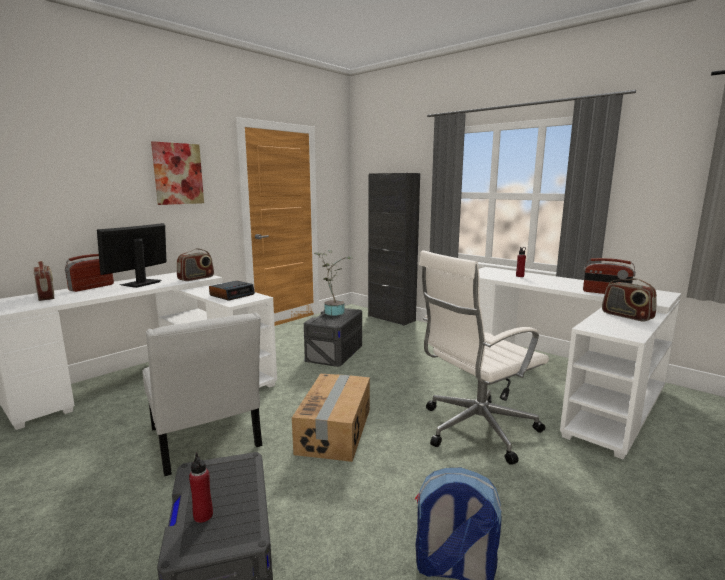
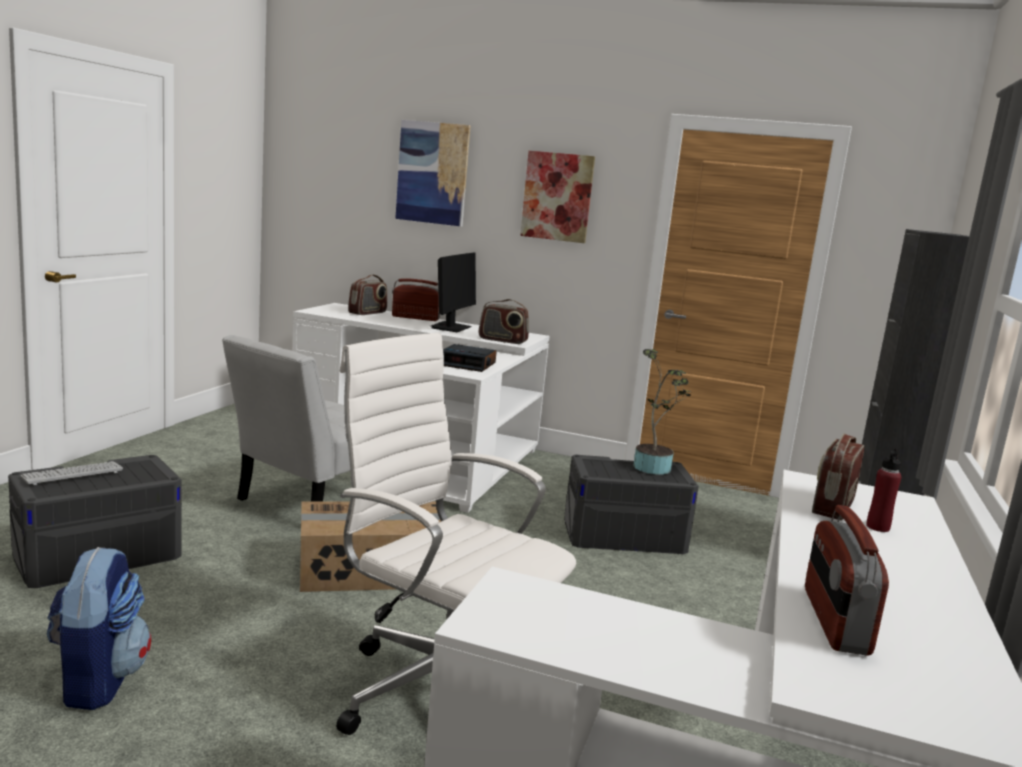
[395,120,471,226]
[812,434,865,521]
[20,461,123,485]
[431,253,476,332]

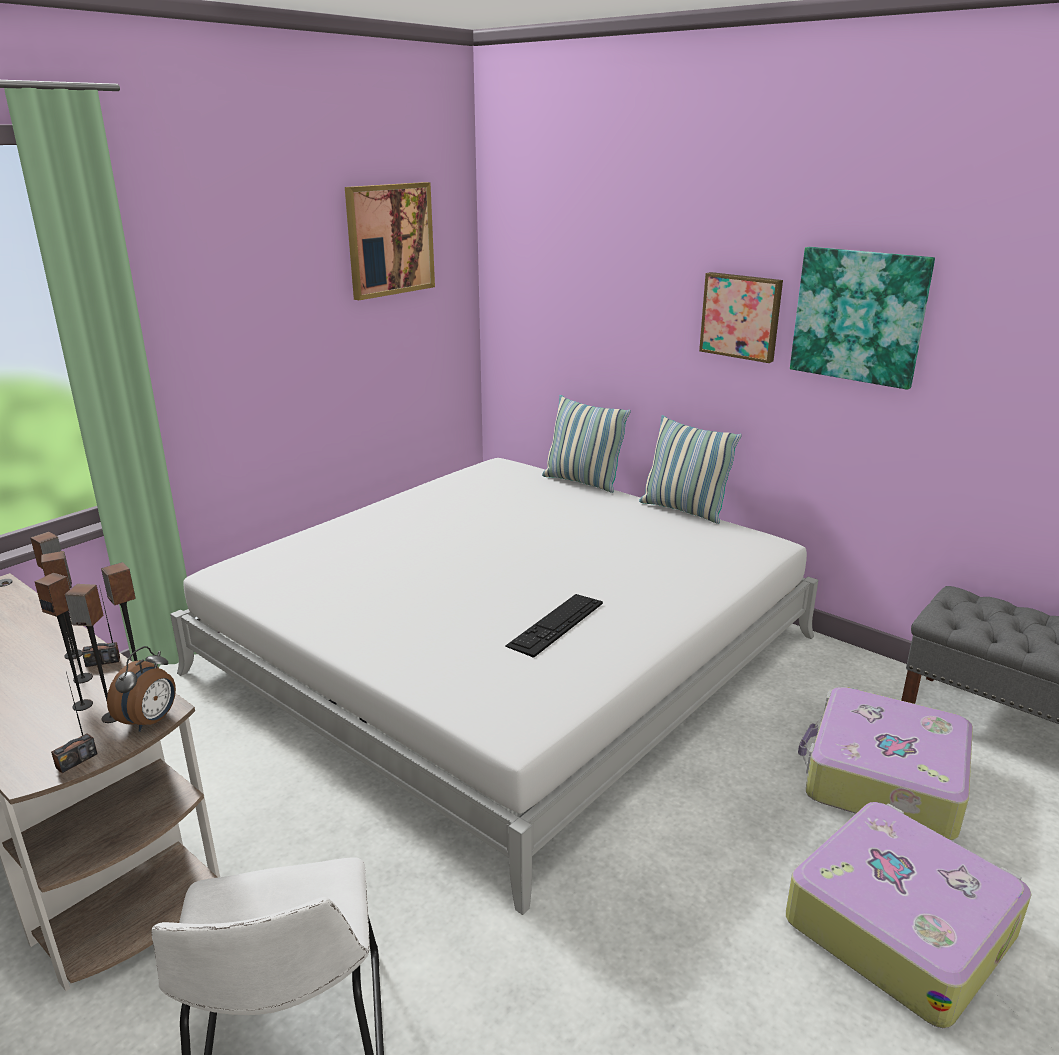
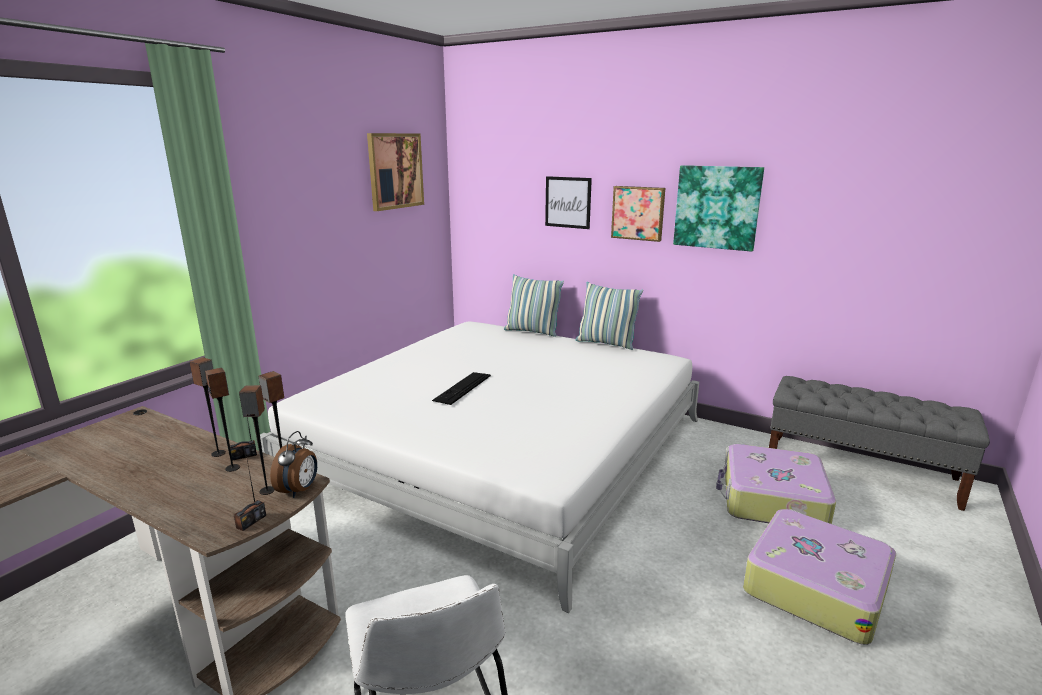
[35,573,93,711] (first image)
[545,176,592,229]
[432,372,491,405]

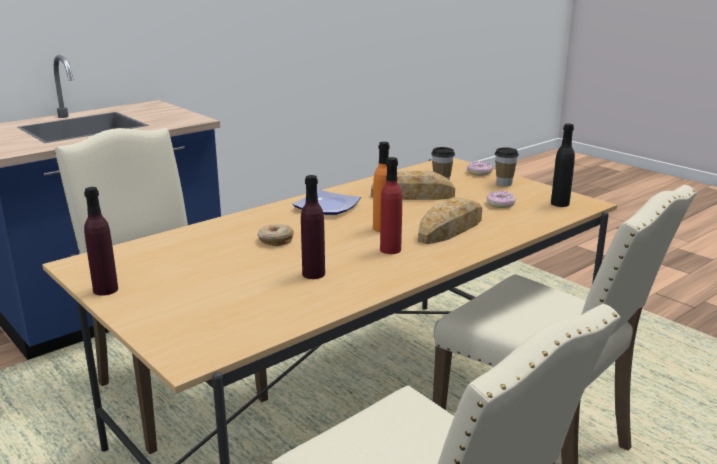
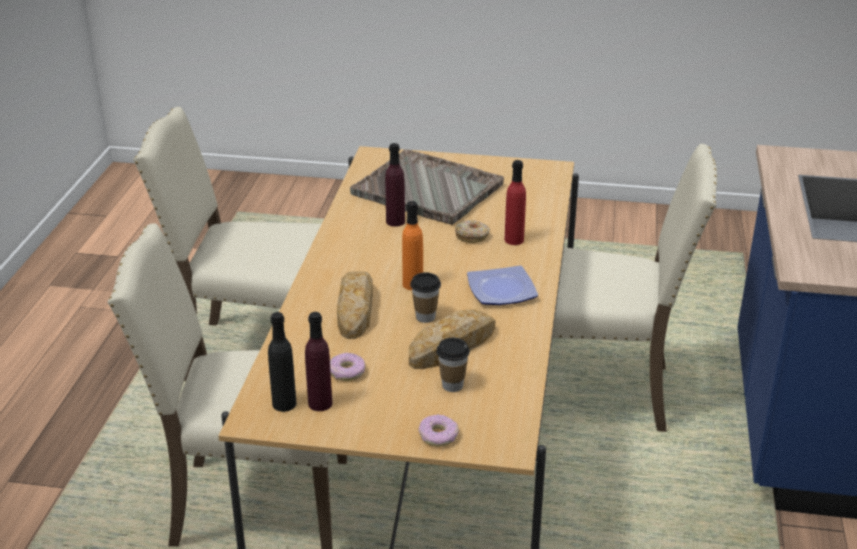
[350,149,504,225]
[305,312,332,411]
[505,160,526,245]
[410,272,441,323]

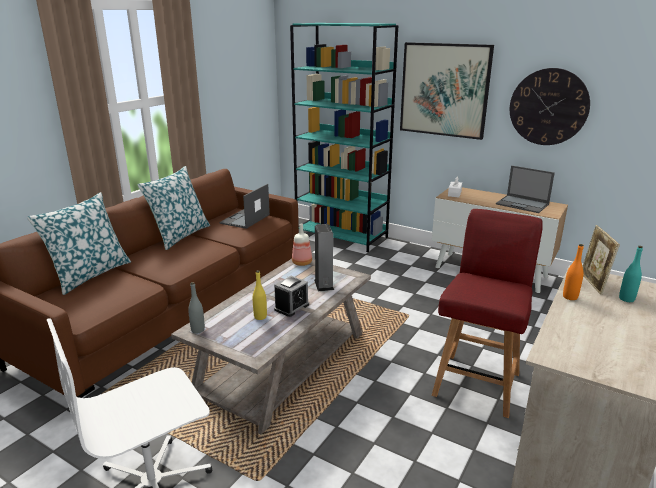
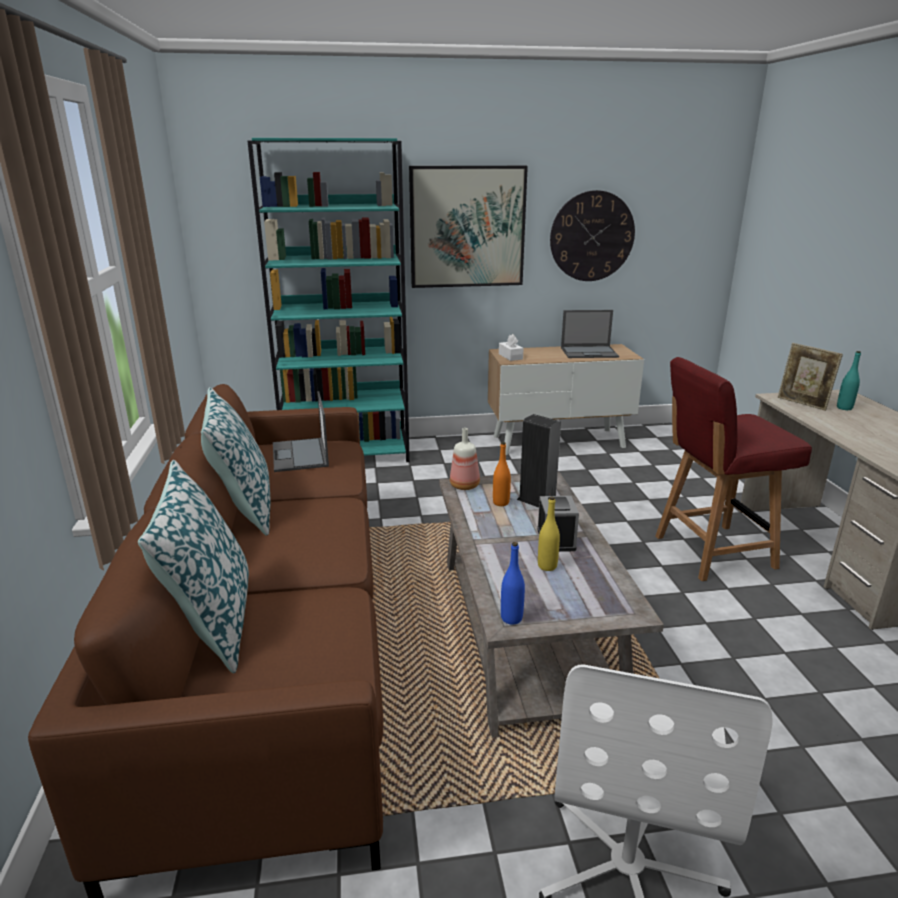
[493,442,511,506]
[501,542,525,625]
[655,357,812,581]

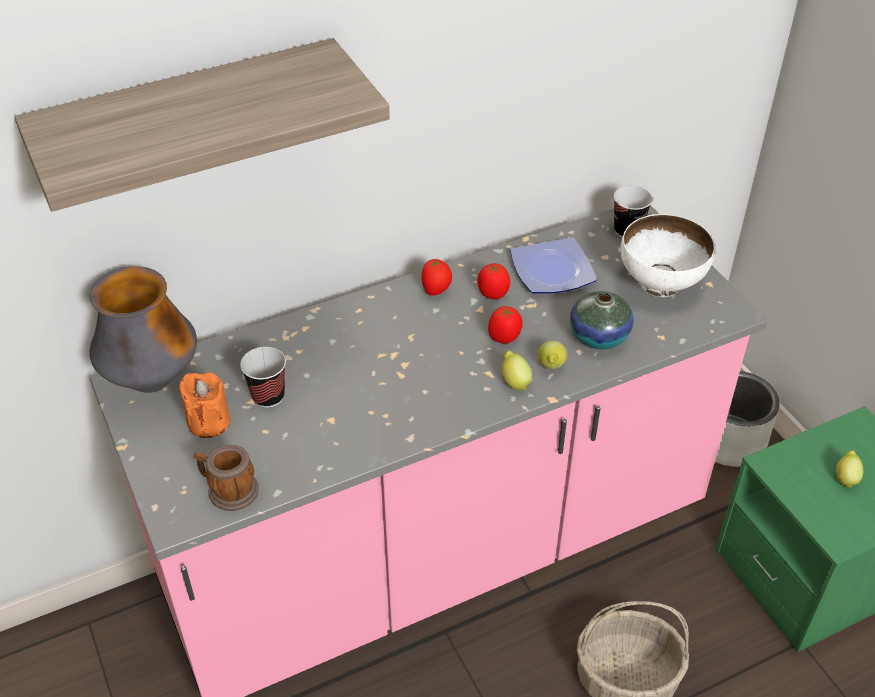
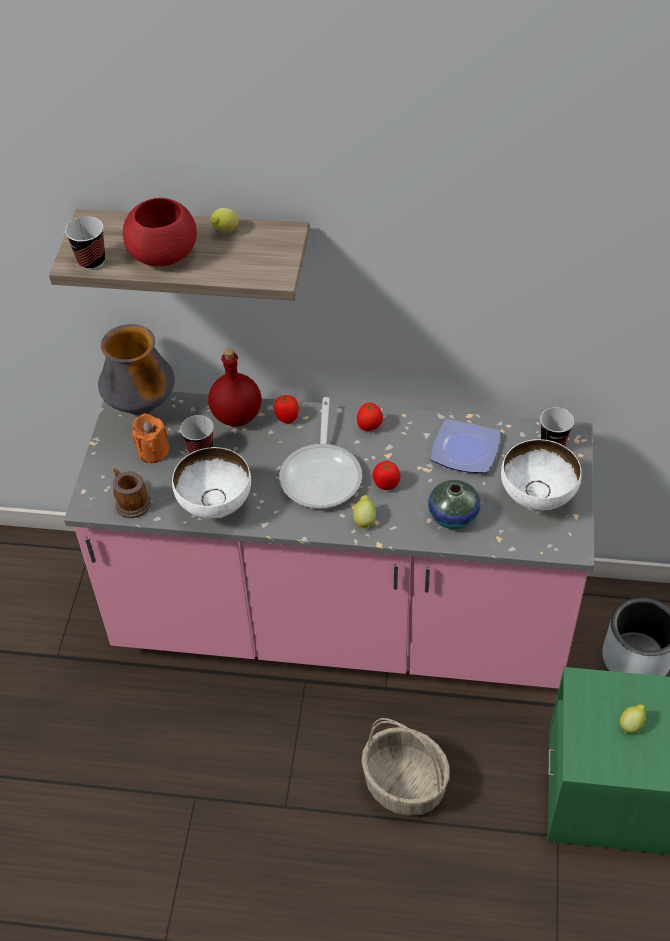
[65,216,105,270]
[123,198,197,266]
[172,447,251,519]
[208,348,261,427]
[279,397,362,509]
[274,395,299,424]
[211,208,239,233]

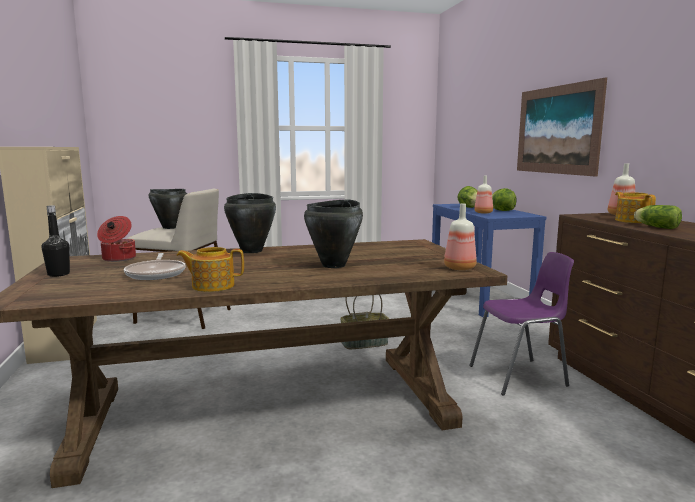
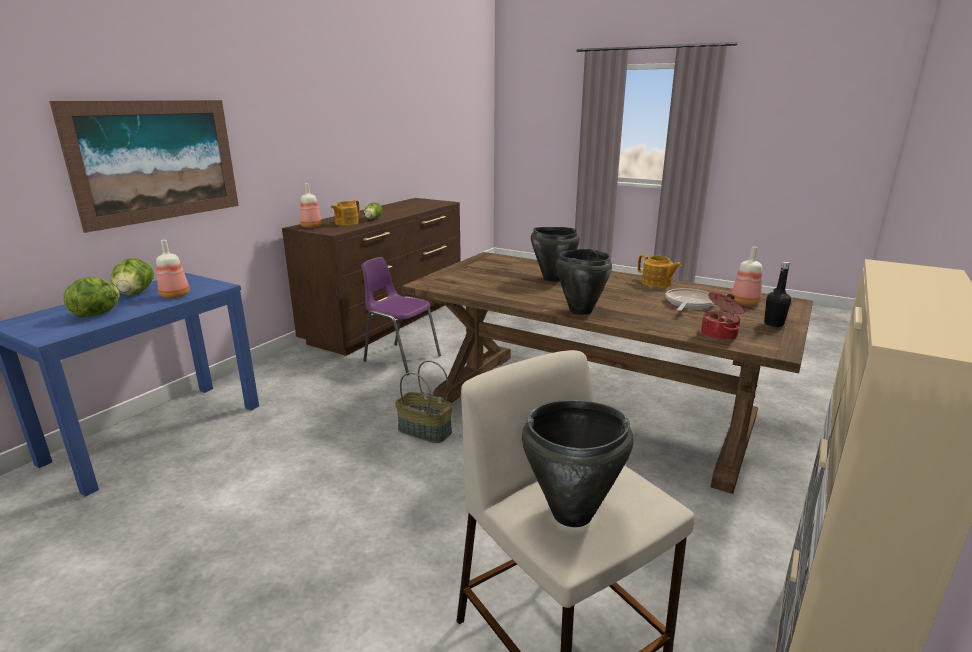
[731,247,762,306]

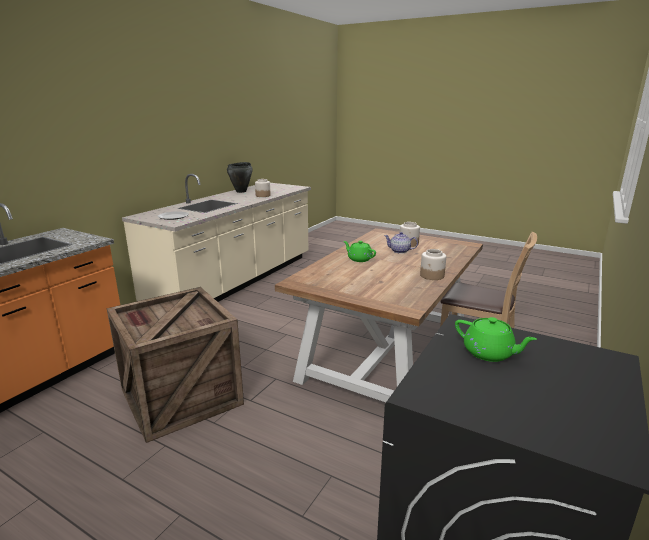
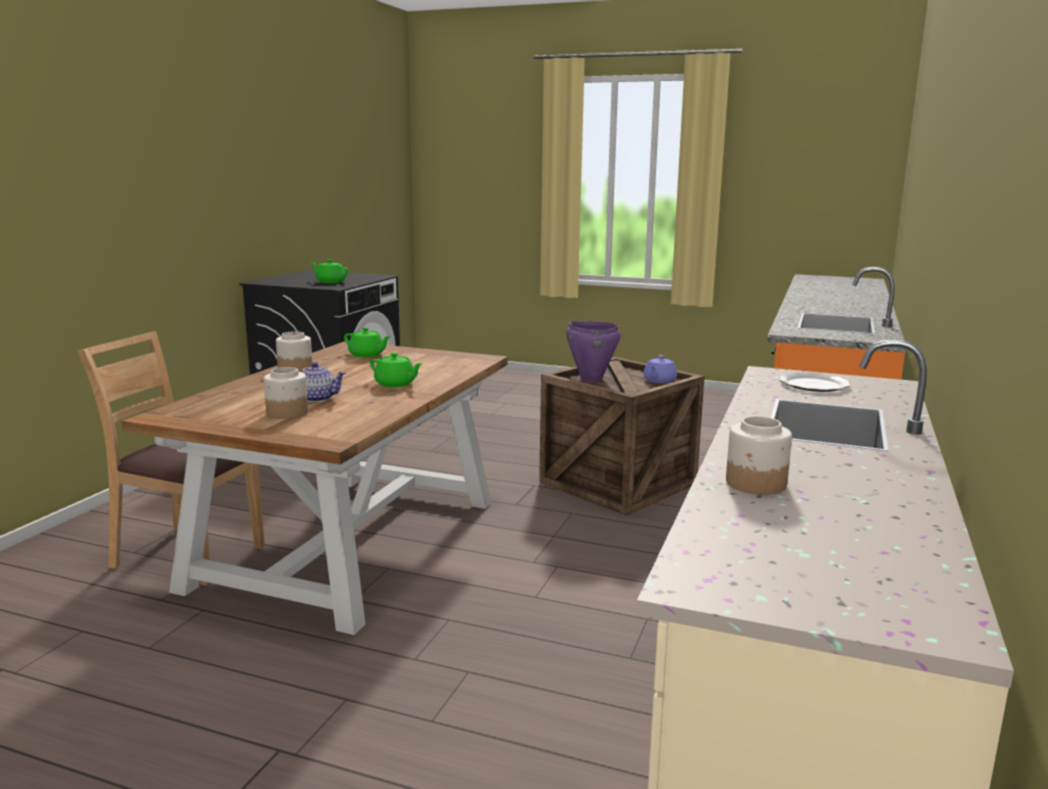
[227,162,253,193] (first image)
[344,327,391,357]
[566,321,621,382]
[643,355,677,383]

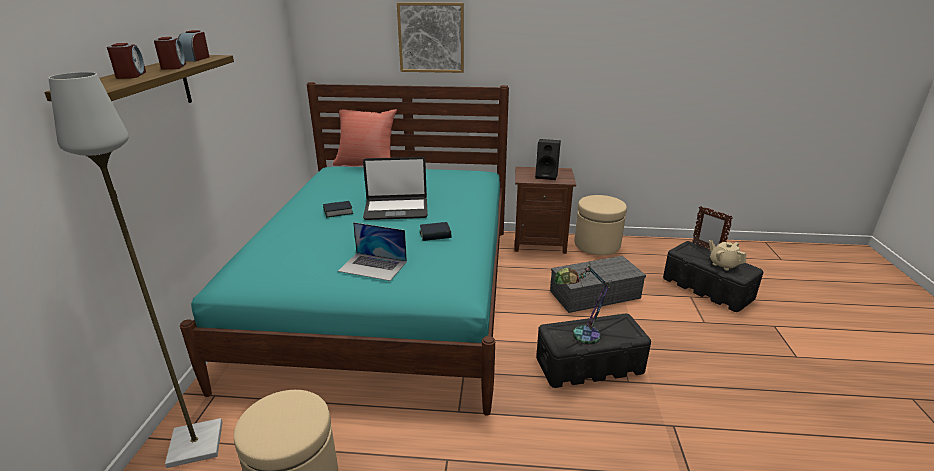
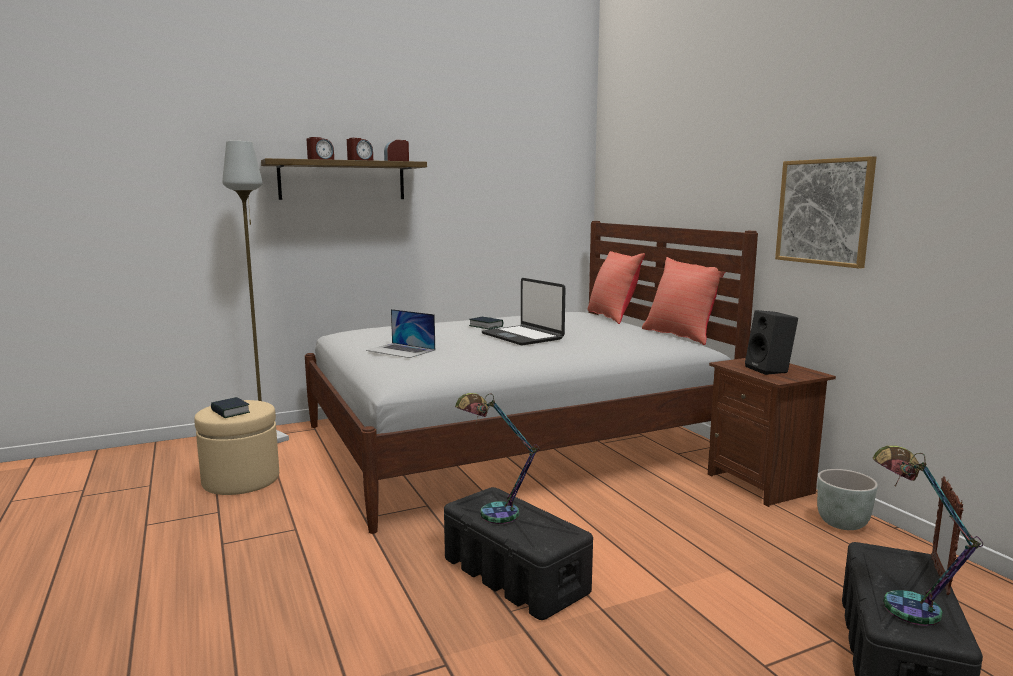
[550,256,646,313] (first image)
[642,257,725,345]
[775,156,877,268]
[211,397,250,418]
[817,469,878,530]
[873,445,983,626]
[305,221,758,534]
[366,309,435,358]

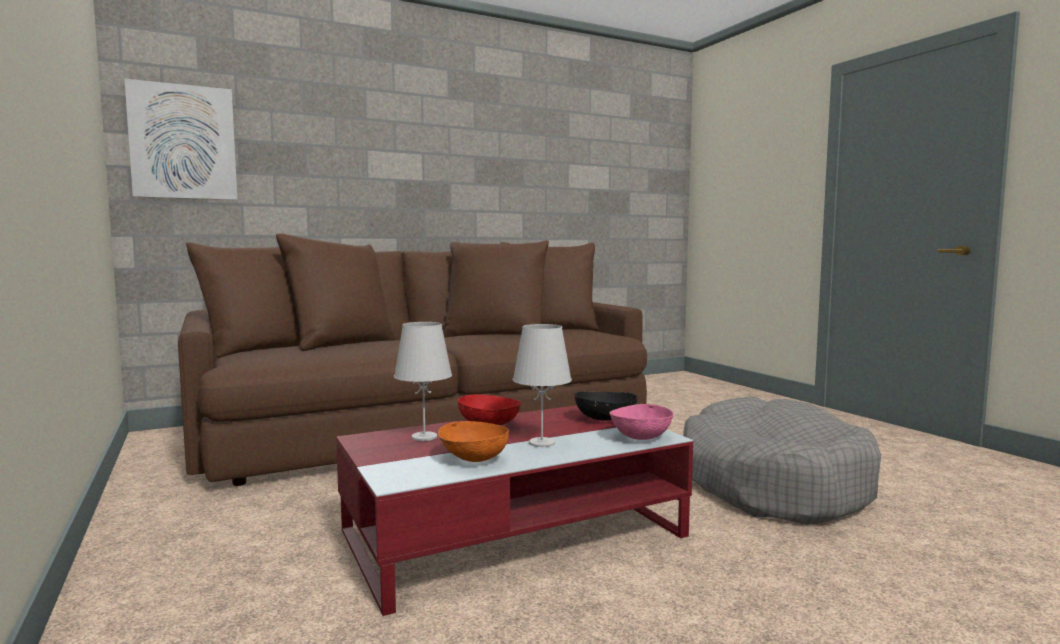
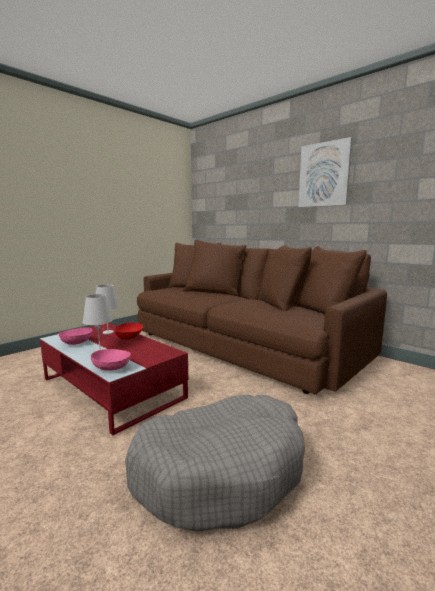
[574,391,638,421] (first image)
[298,137,352,207]
[59,327,93,345]

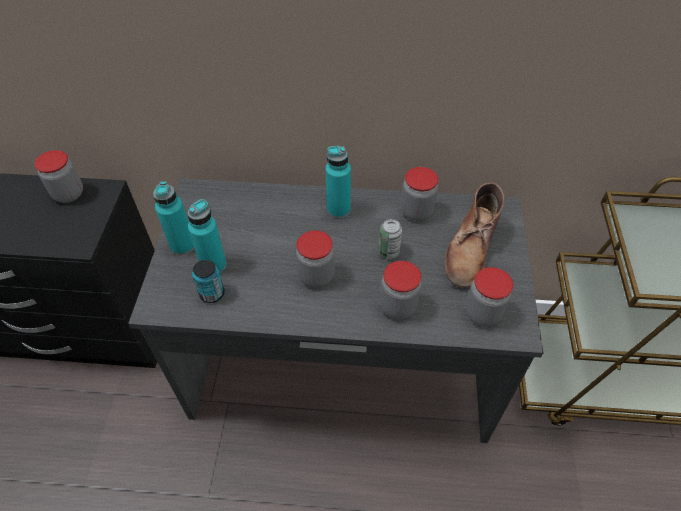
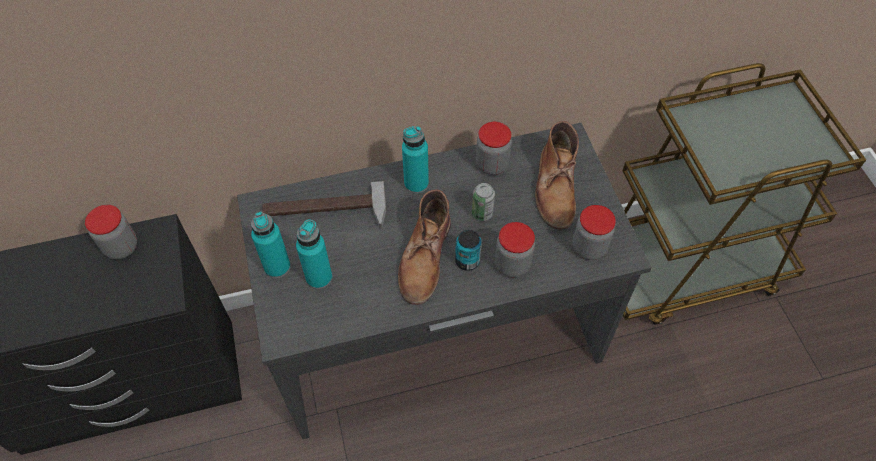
[262,181,386,229]
[455,230,482,271]
[398,189,451,305]

